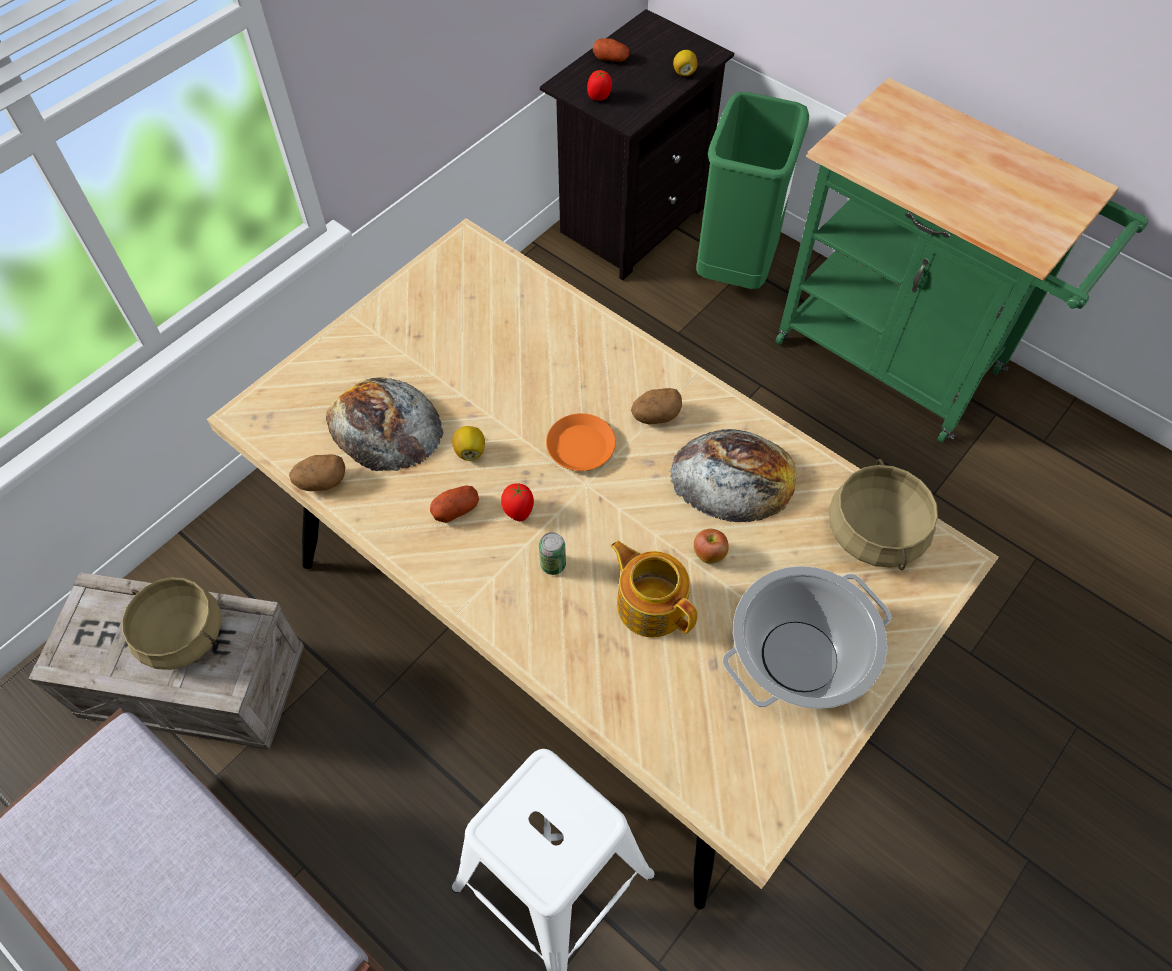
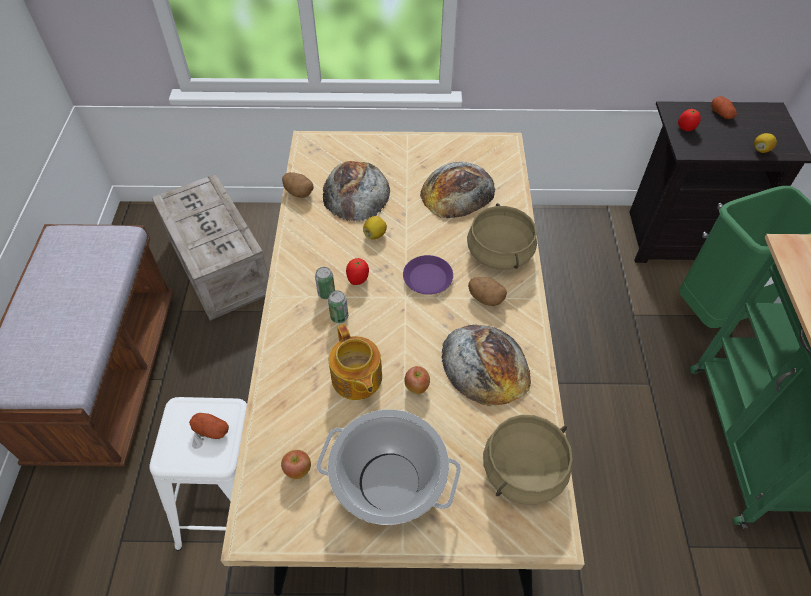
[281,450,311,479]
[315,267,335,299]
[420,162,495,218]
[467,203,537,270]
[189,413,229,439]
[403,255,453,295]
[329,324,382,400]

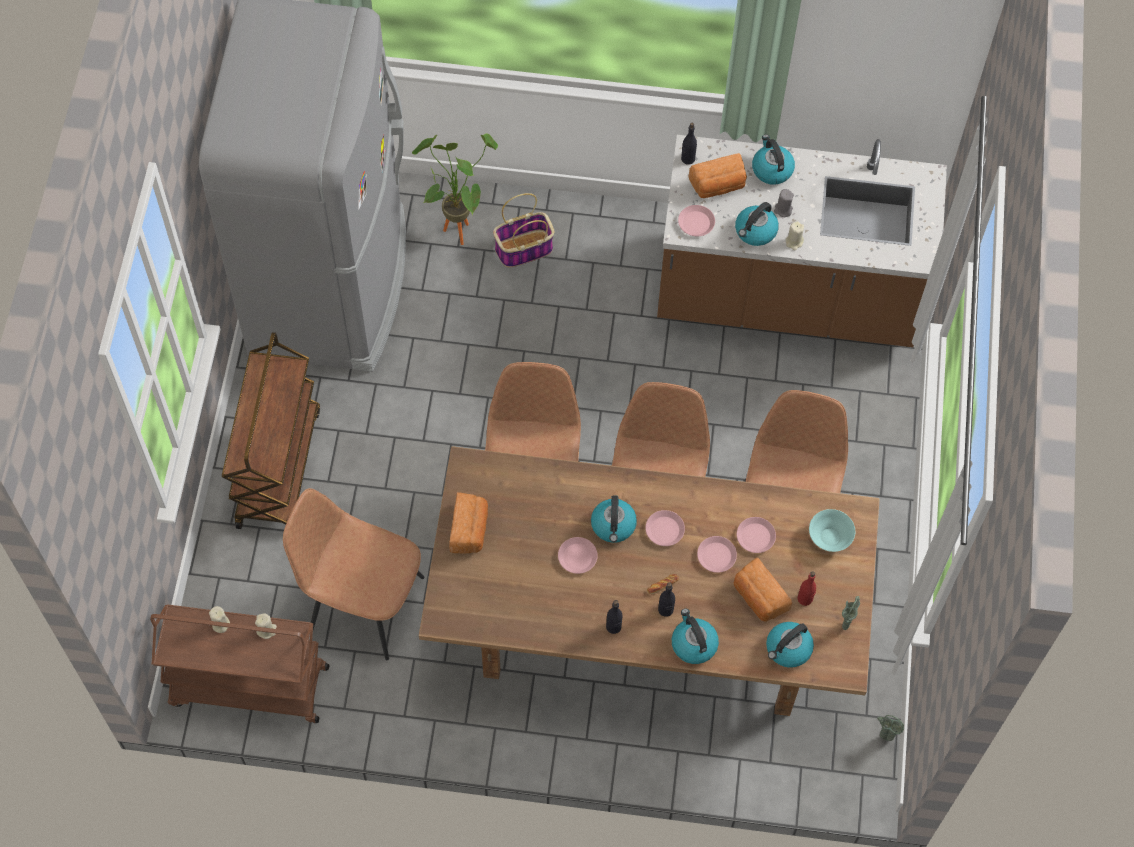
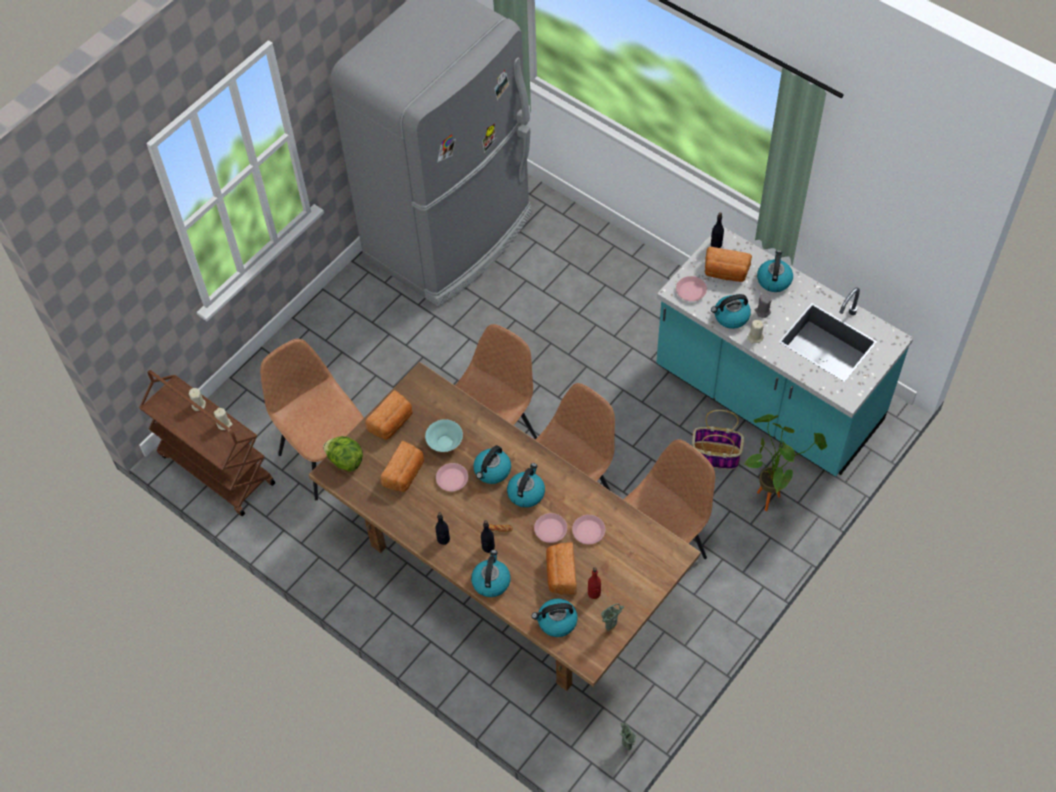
[222,332,320,529] (first image)
[323,436,363,472]
[381,441,424,492]
[744,414,827,511]
[692,410,744,469]
[425,419,463,452]
[507,463,545,508]
[656,227,913,477]

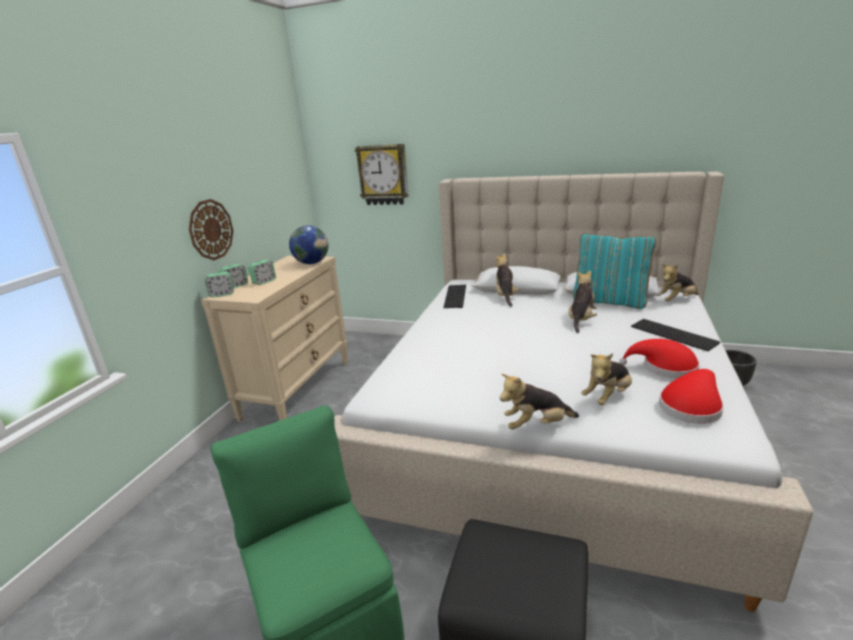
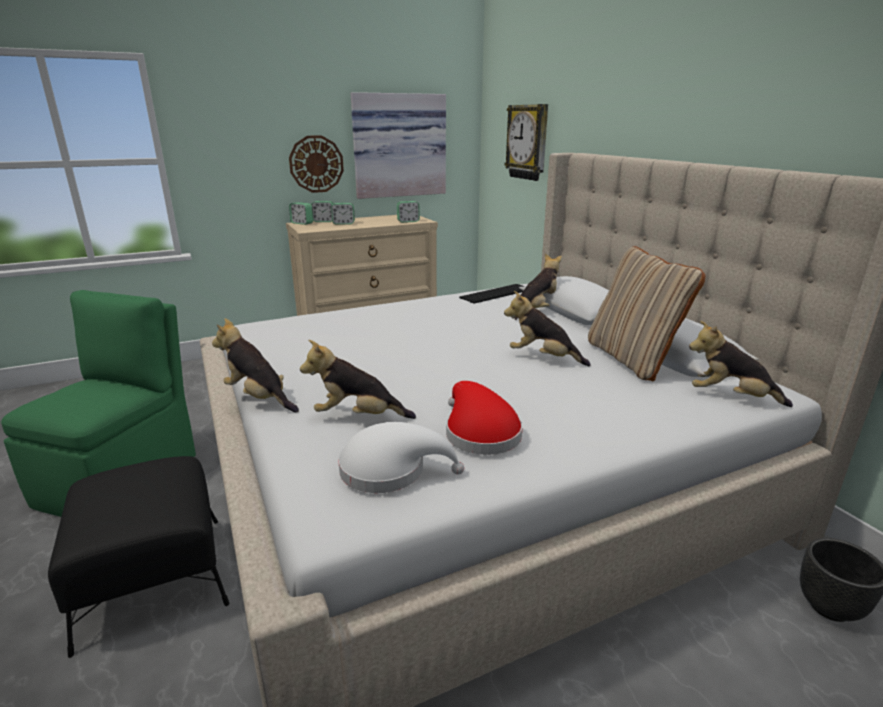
[631,319,720,351] (first image)
[351,92,446,199]
[397,201,420,223]
[588,246,706,381]
[338,422,464,493]
[504,291,591,366]

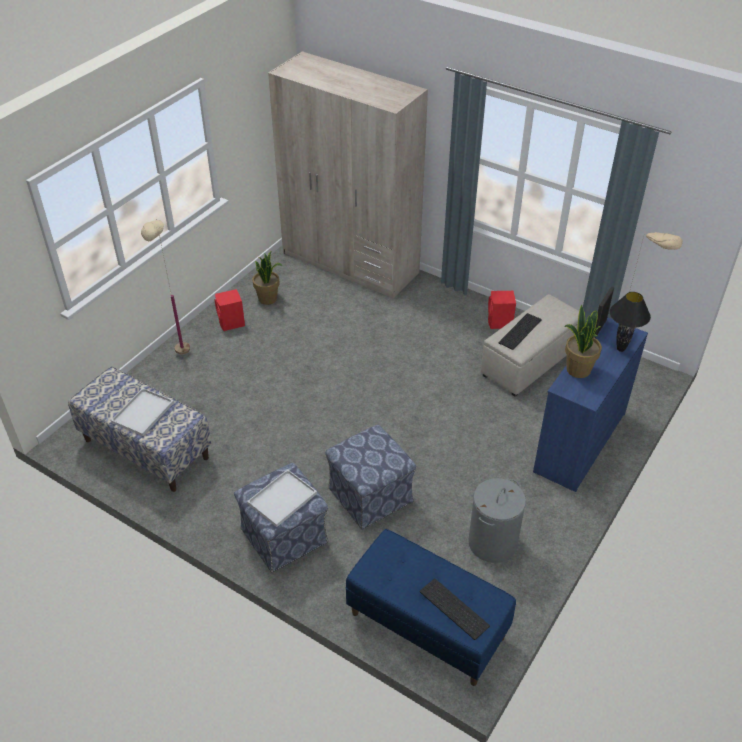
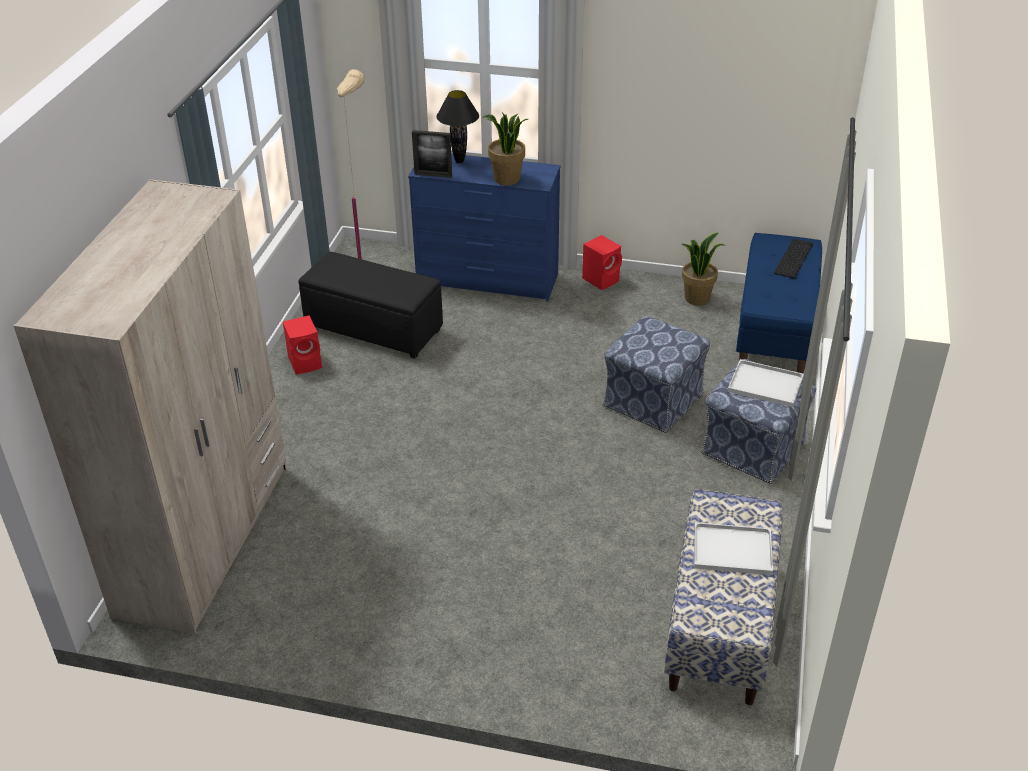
[141,219,190,355] (first image)
[468,478,526,563] (first image)
[499,313,542,350] (first image)
[582,235,622,290]
[682,232,724,306]
[298,252,443,359]

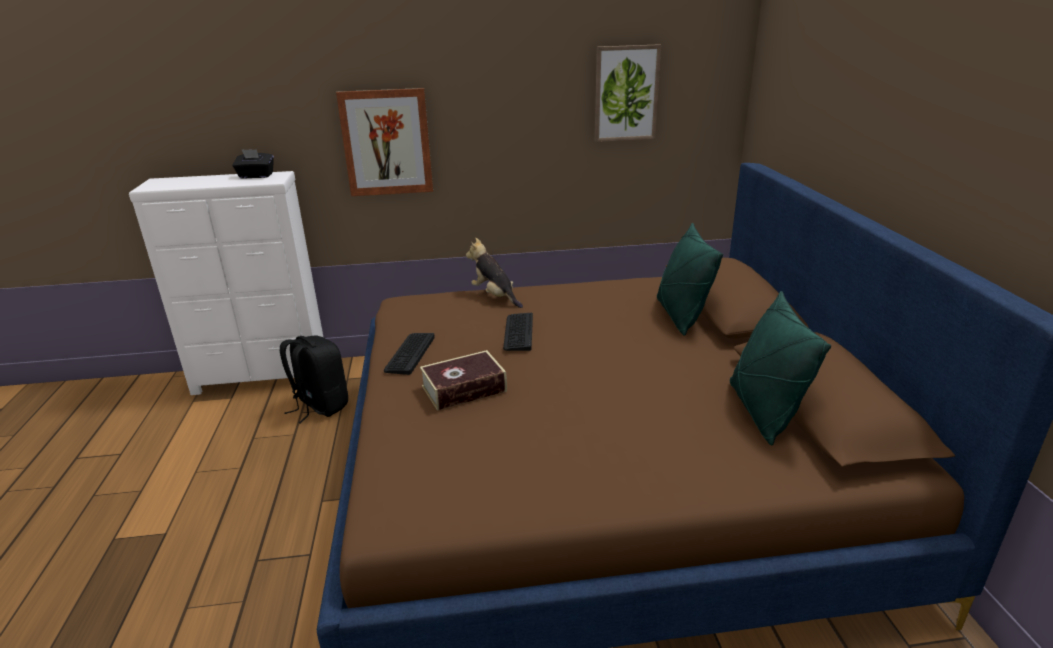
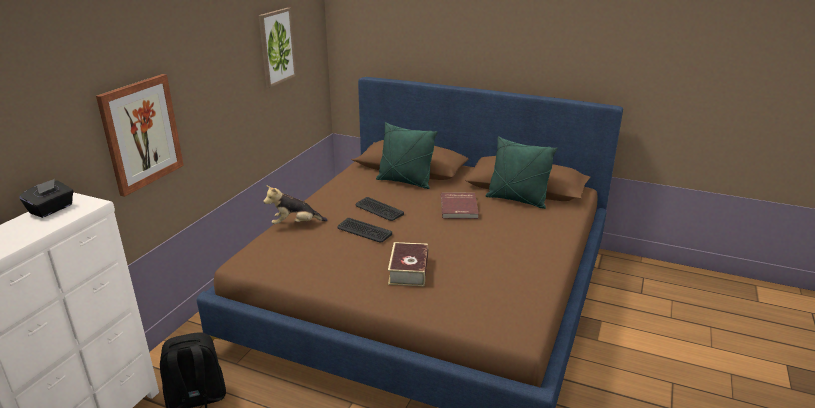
[441,192,479,219]
[355,197,404,221]

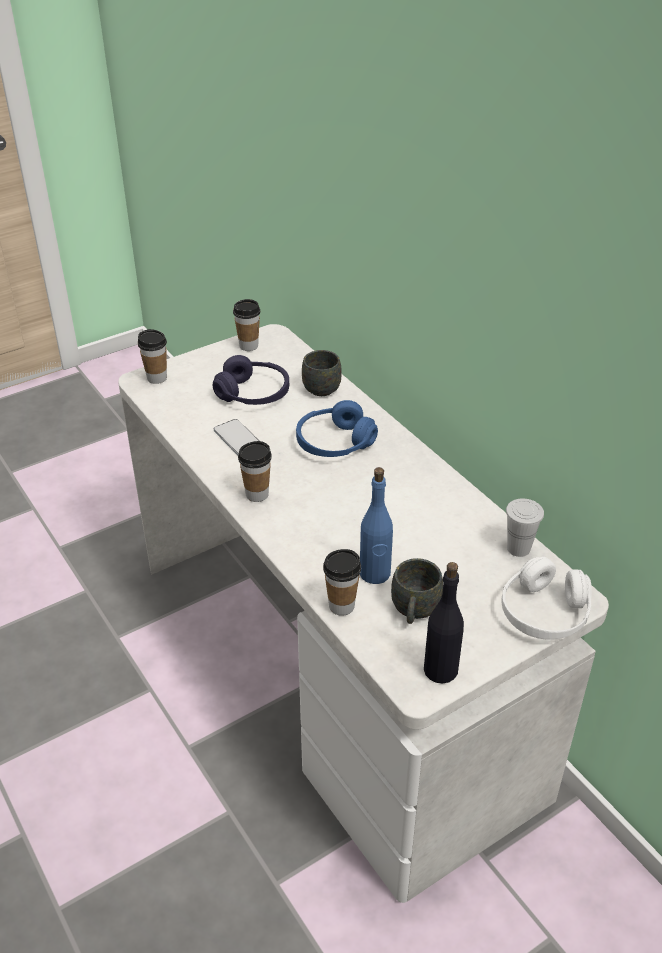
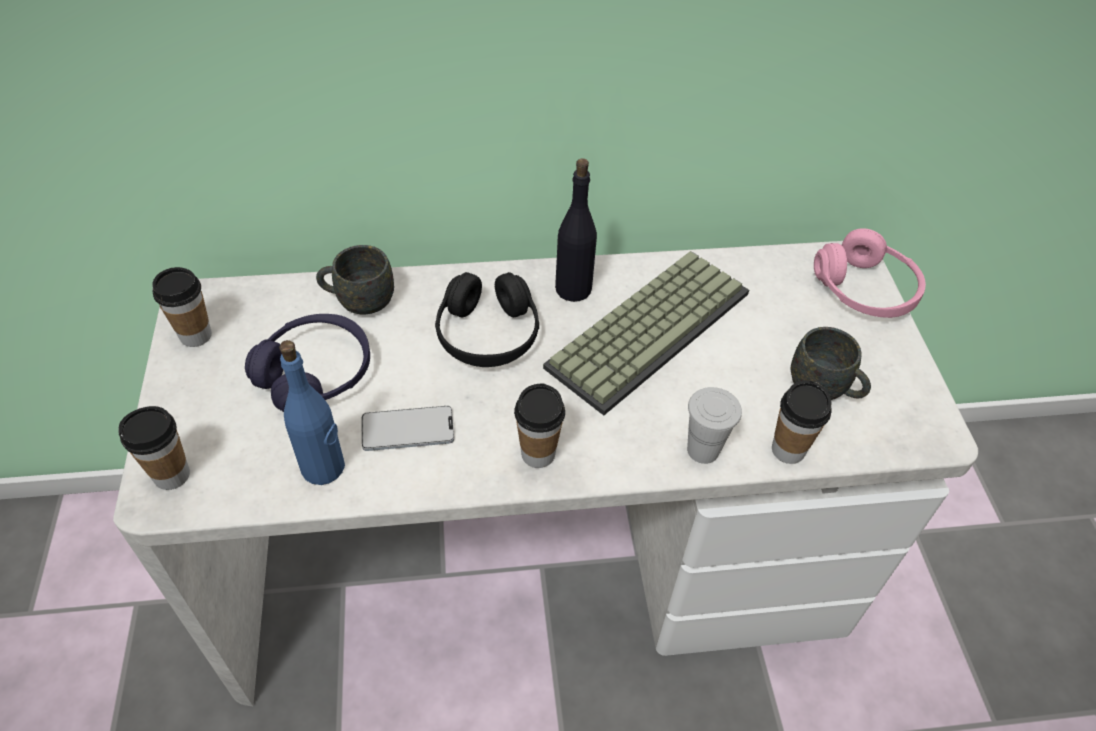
[543,251,749,415]
[279,340,345,485]
[555,158,597,302]
[687,387,742,464]
[435,272,539,367]
[814,228,926,318]

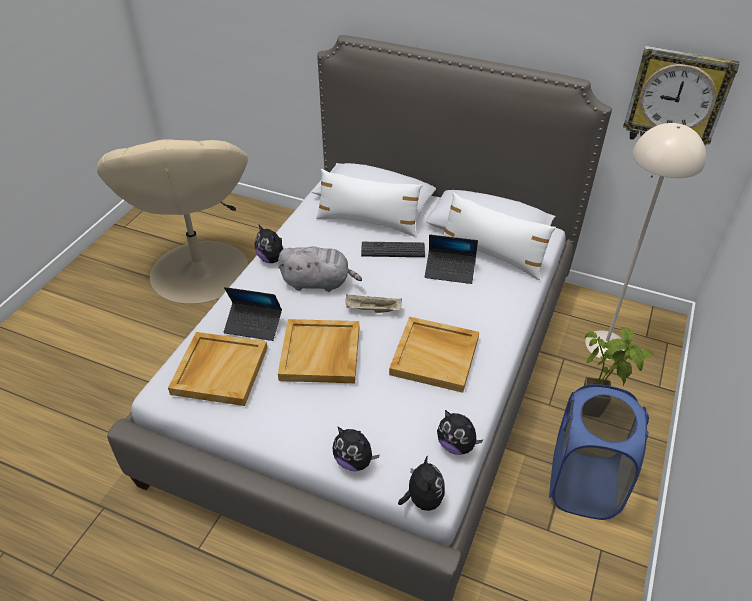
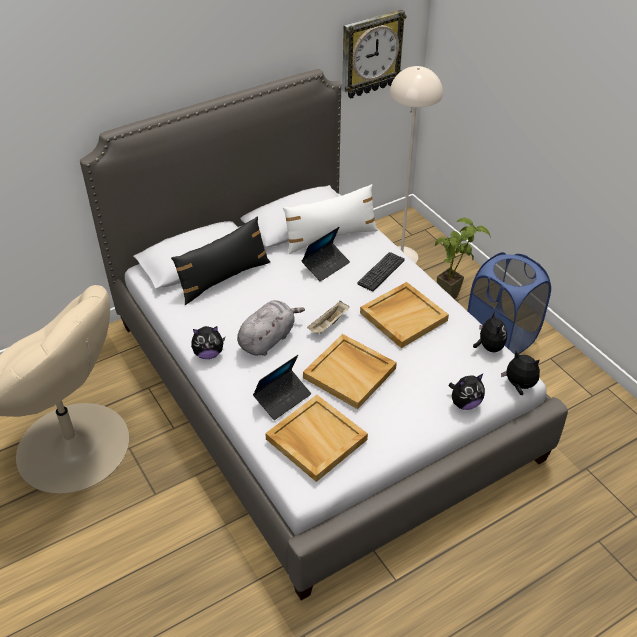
[357,252,405,291]
[171,216,270,305]
[473,312,507,352]

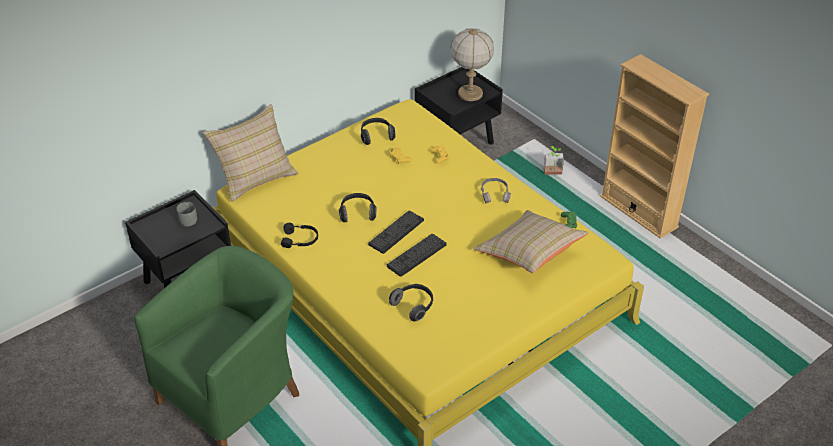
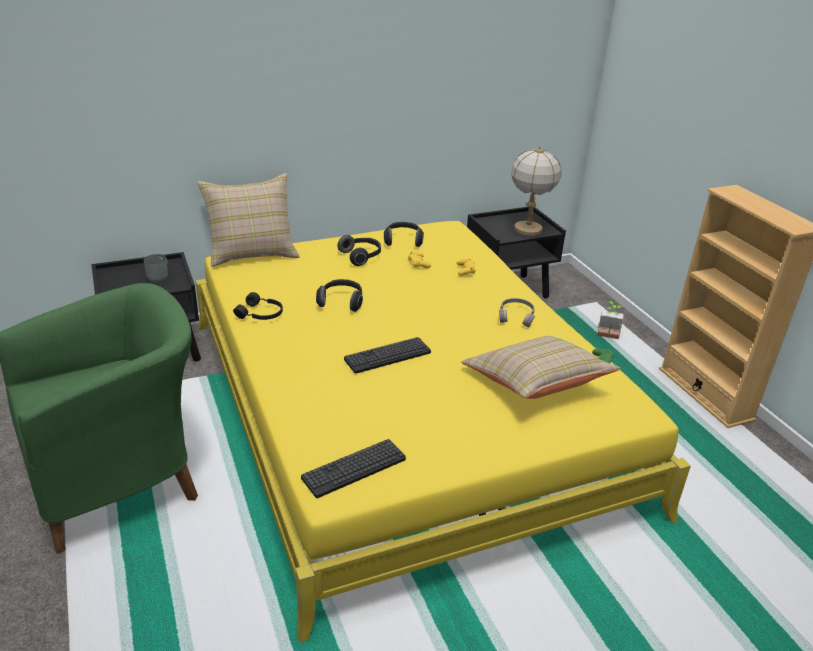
[301,439,406,498]
[337,235,381,266]

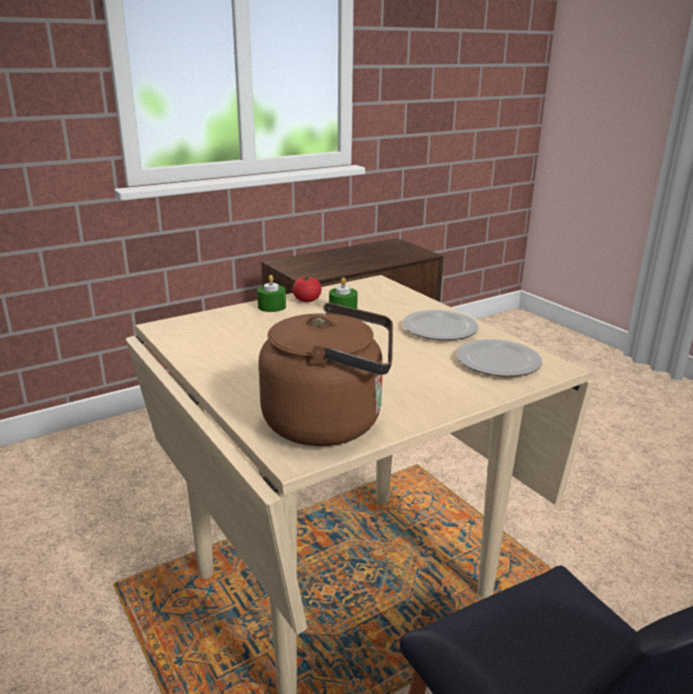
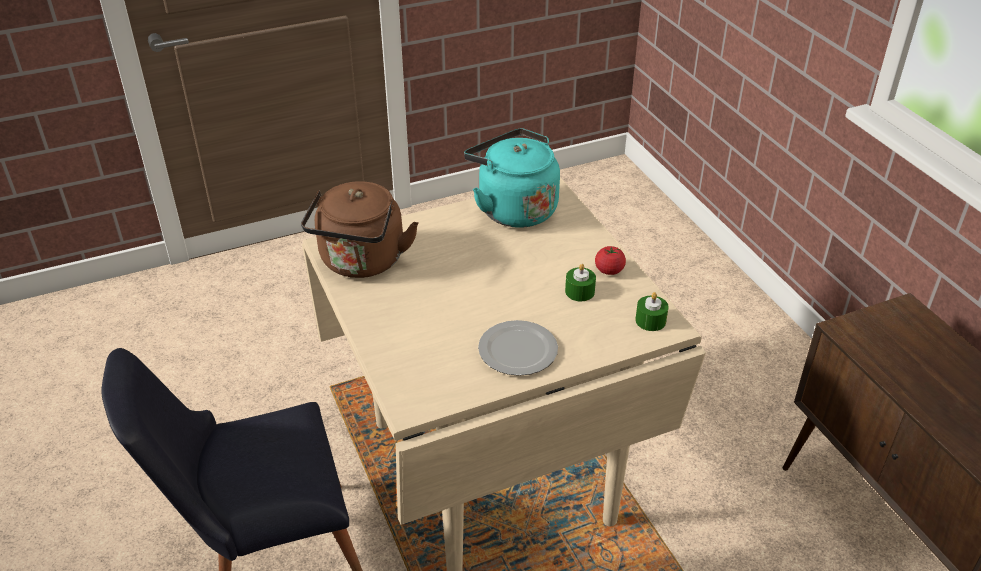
[456,339,542,377] (first image)
[464,128,560,228]
[635,292,669,331]

